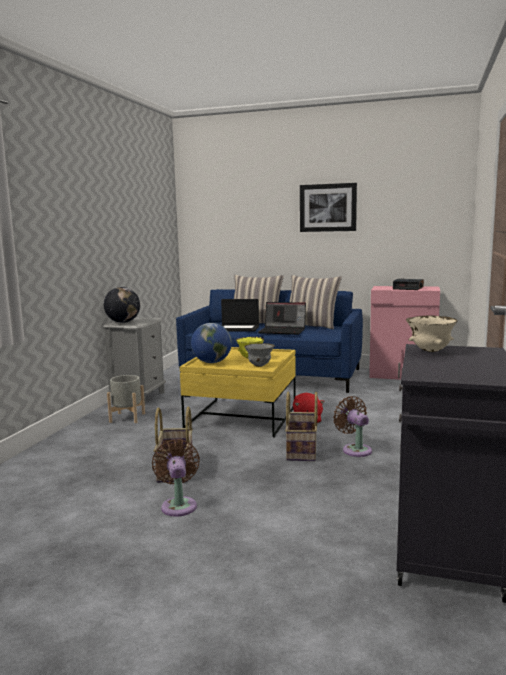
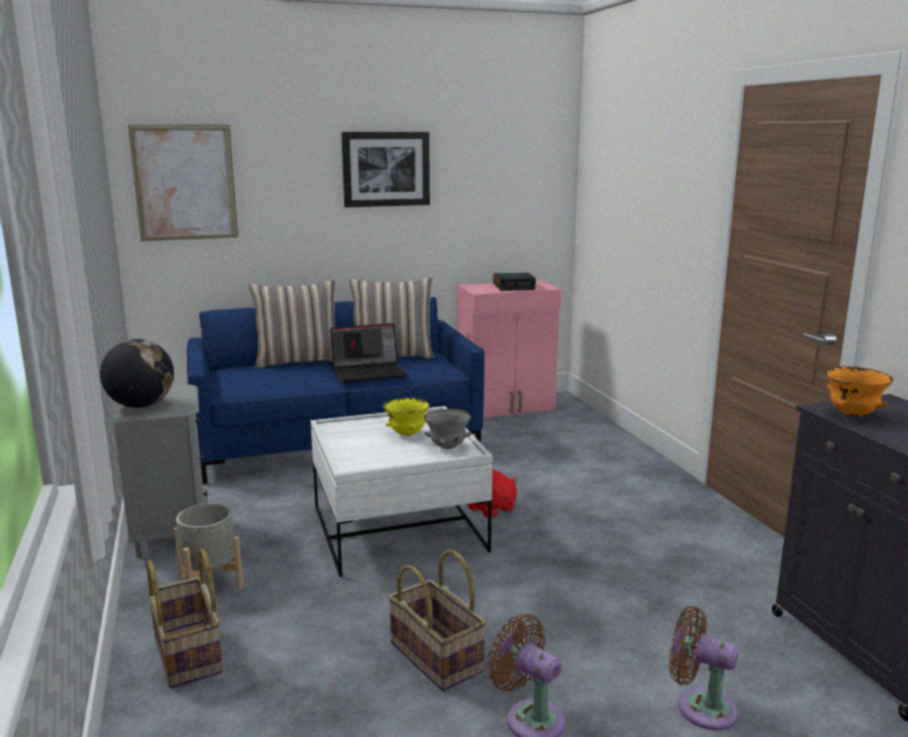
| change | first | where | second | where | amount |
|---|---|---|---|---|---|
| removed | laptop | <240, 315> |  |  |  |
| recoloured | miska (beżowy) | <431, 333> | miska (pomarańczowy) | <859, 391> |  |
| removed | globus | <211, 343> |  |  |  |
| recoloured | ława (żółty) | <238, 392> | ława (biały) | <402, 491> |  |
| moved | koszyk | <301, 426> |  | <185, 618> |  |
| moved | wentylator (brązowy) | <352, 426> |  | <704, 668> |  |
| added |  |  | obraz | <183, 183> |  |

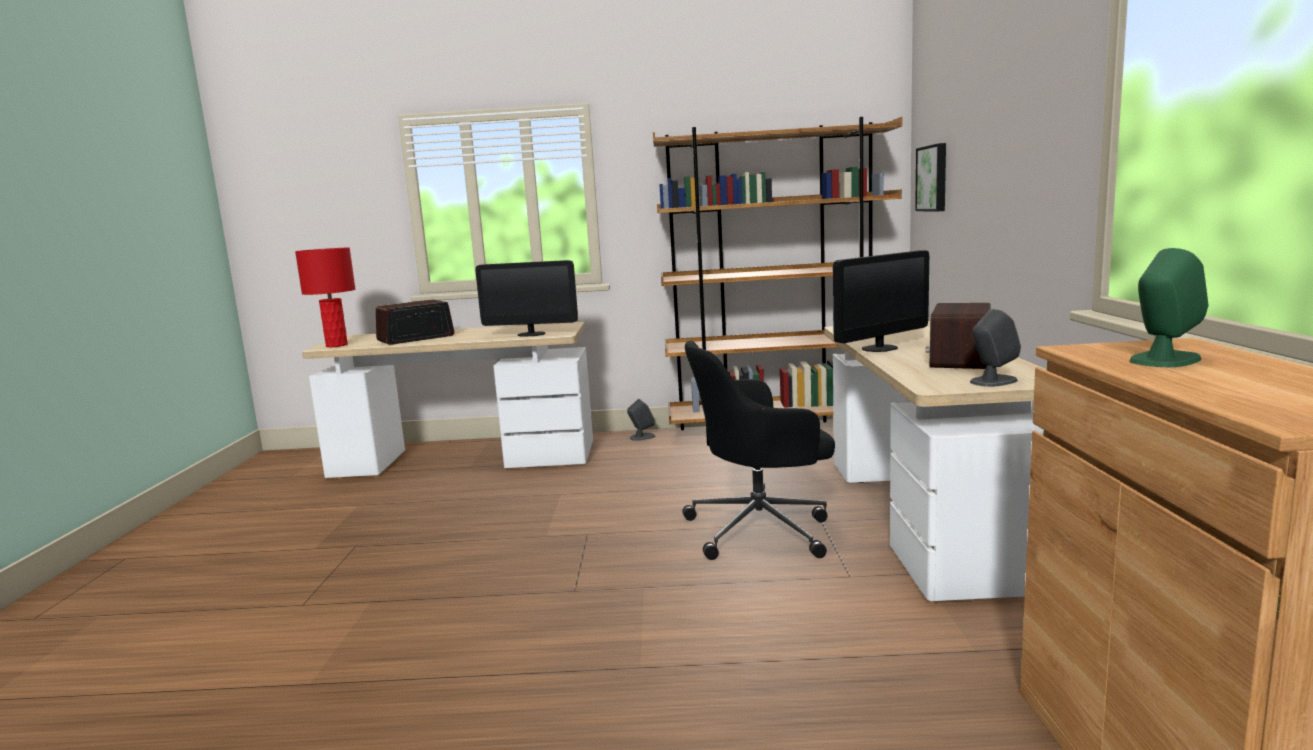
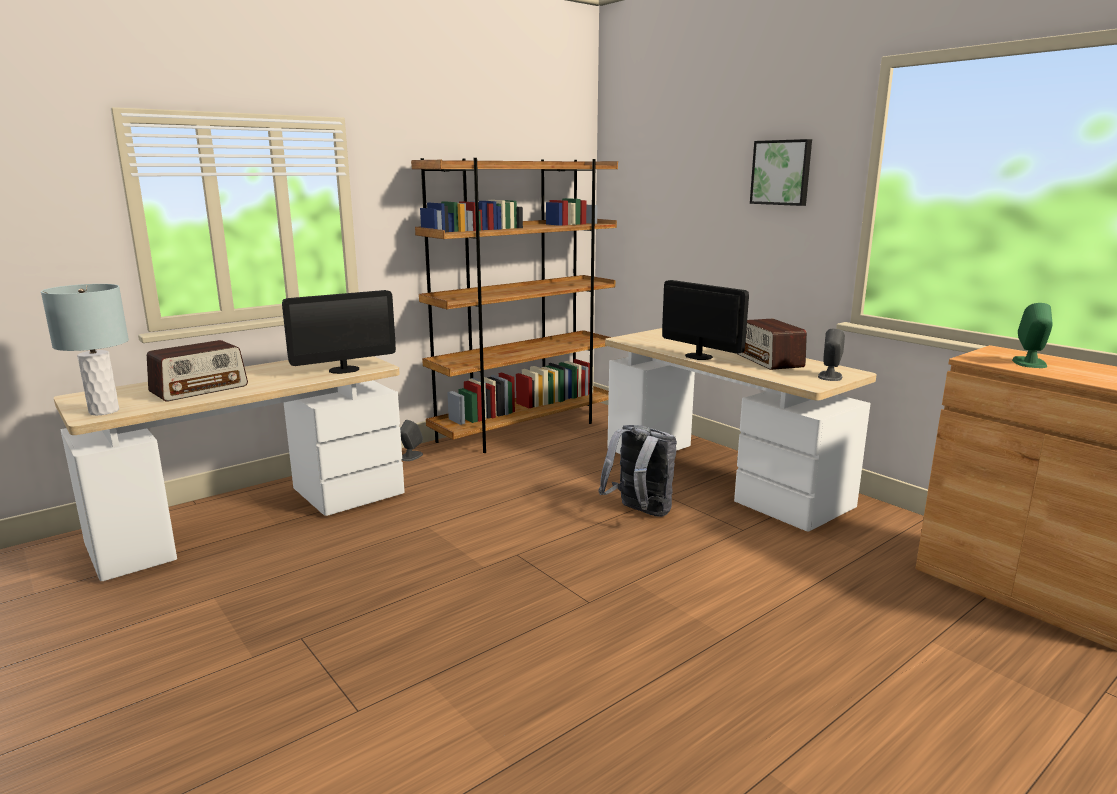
| change | first | where | second | where | amount |
|---|---|---|---|---|---|
| moved | obraz | <930, 177> |  | <781, 172> |  |
| recoloured | lampa stołowa (czerwony) | <325, 297> | lampa stołowa (szary) | <85, 349> |  |
| turned | monitor | <881, 301> |  | <705, 320> | 60 degrees counterclockwise |
| turned | radio | <415, 322> |  | <197, 371> | 150 degrees counterclockwise |
| replaced | krzesło biurowe (czarny) | <758, 450> | plecak (szary) | <637, 471> |  |

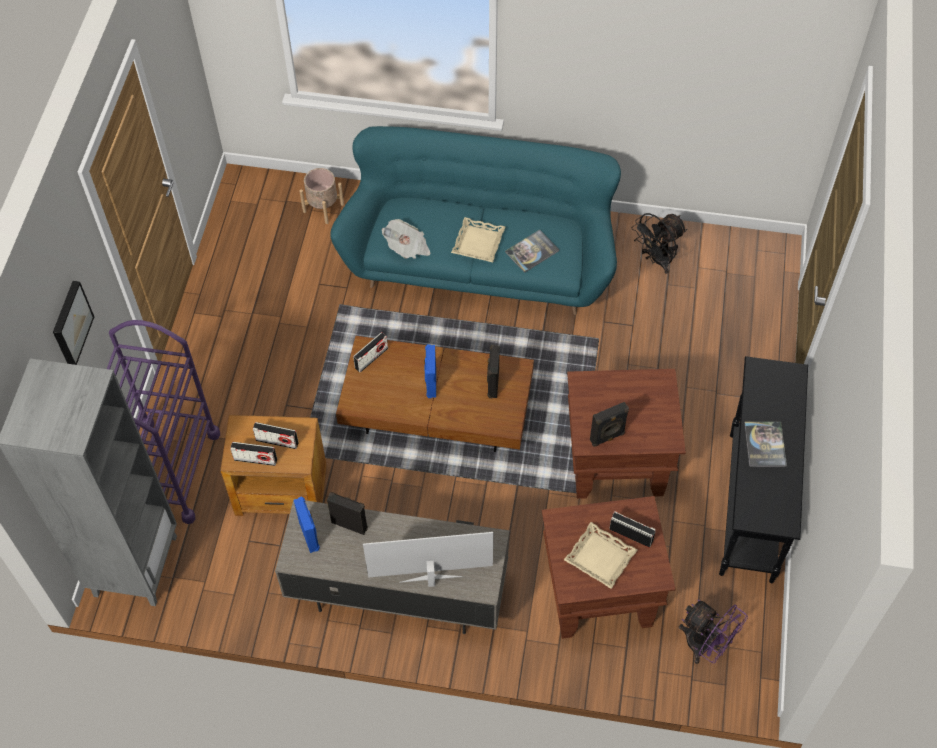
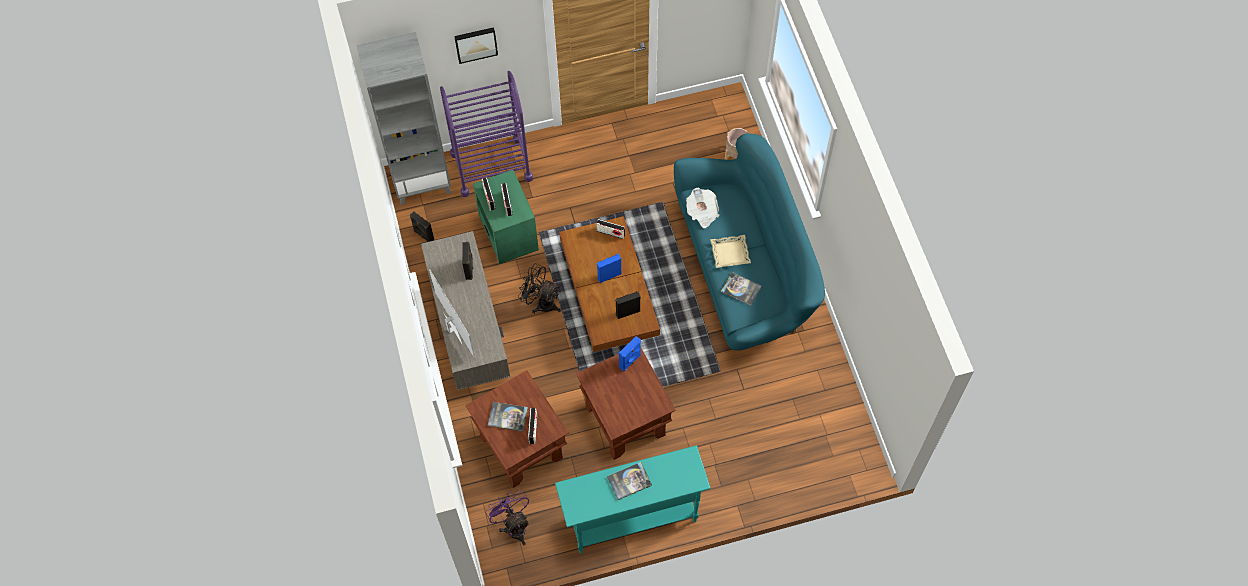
| change | first | where | second | where | amount |
|---|---|---|---|---|---|
| moved | wentylator (czarny) | <659, 243> |  | <539, 288> |  |
| recoloured | stolik konsolowy (czarny) | <763, 469> | stolik konsolowy (turkusowy) | <633, 499> |  |
| moved | głośnik (czarny) | <609, 424> |  | <422, 226> |  |
| recoloured | stolik (brązowy) | <273, 465> | stolik (zielony) | <506, 217> |  |
| moved | głośnik (niebieski) | <307, 524> |  | <630, 353> |  |
| replaced | taca (beżowy) | <600, 555> | książka | <508, 417> |  |
| turned | wentylator (fioletowy) | <713, 632> |  | <507, 517> | 135 degrees clockwise |

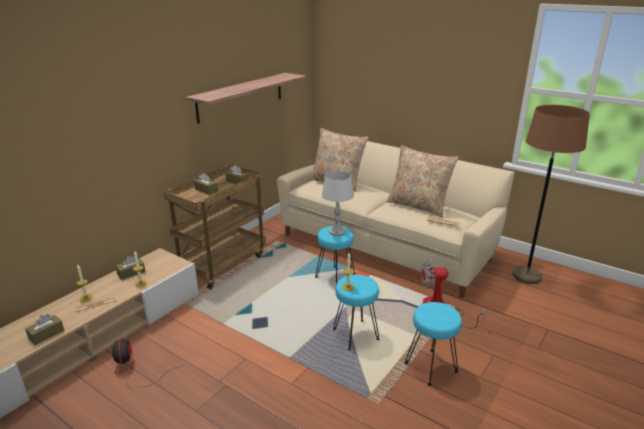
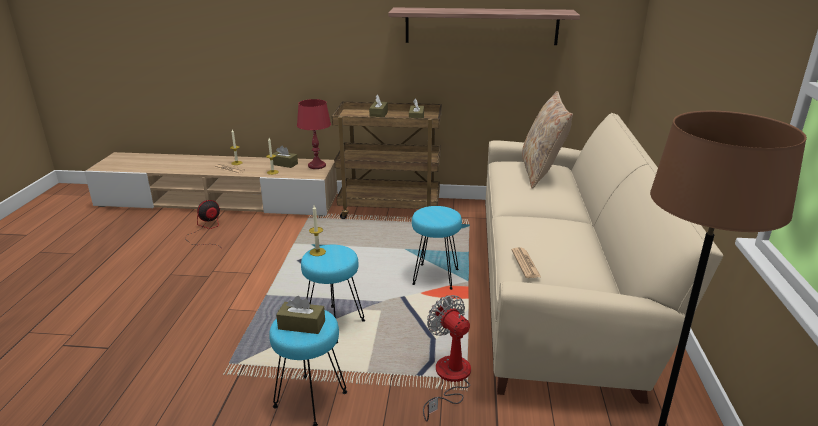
| change | first | where | second | where | amount |
|---|---|---|---|---|---|
| removed | poduszka (beżowy) | <423, 181> |  |  |  |
| removed | lampa stołowa (szary) | <338, 203> |  |  |  |
| moved | pudełko chusteczek (brązowy) | <44, 329> |  | <300, 315> |  |
| added |  |  | lampa stołowa (czerwony) | <314, 134> |  |

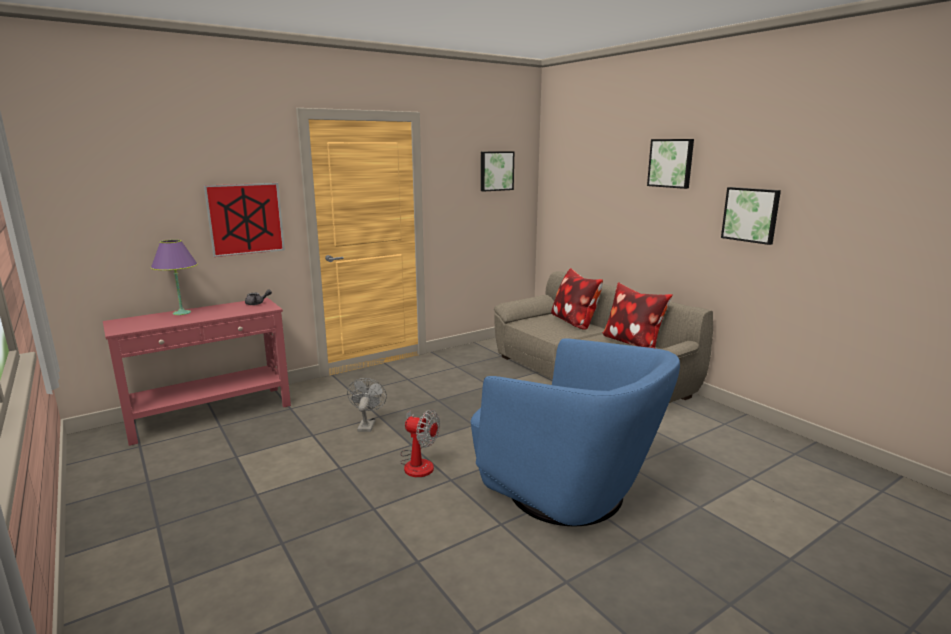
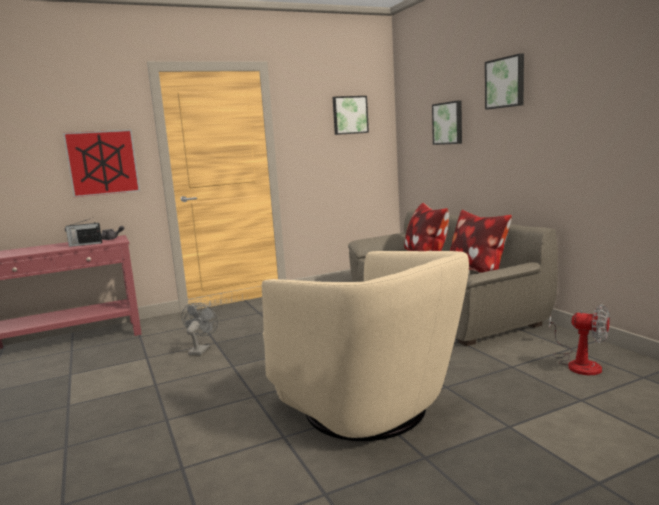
| change | first | where | second | where | amount |
|---|---|---|---|---|---|
| moved | obraz | <751, 216> |  | <447, 122> |  |
| removed | lampa stołowa (fioletowy) | <174, 277> |  |  |  |
| recoloured | fotel (niebieski) | <575, 432> | fotel (beżowy) | <365, 346> |  |
| moved | wentylator | <420, 443> |  | <579, 339> |  |
| added |  |  | radio | <83, 233> |  |

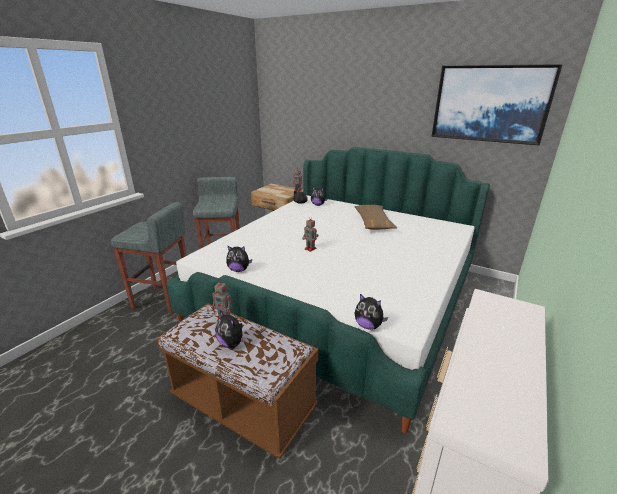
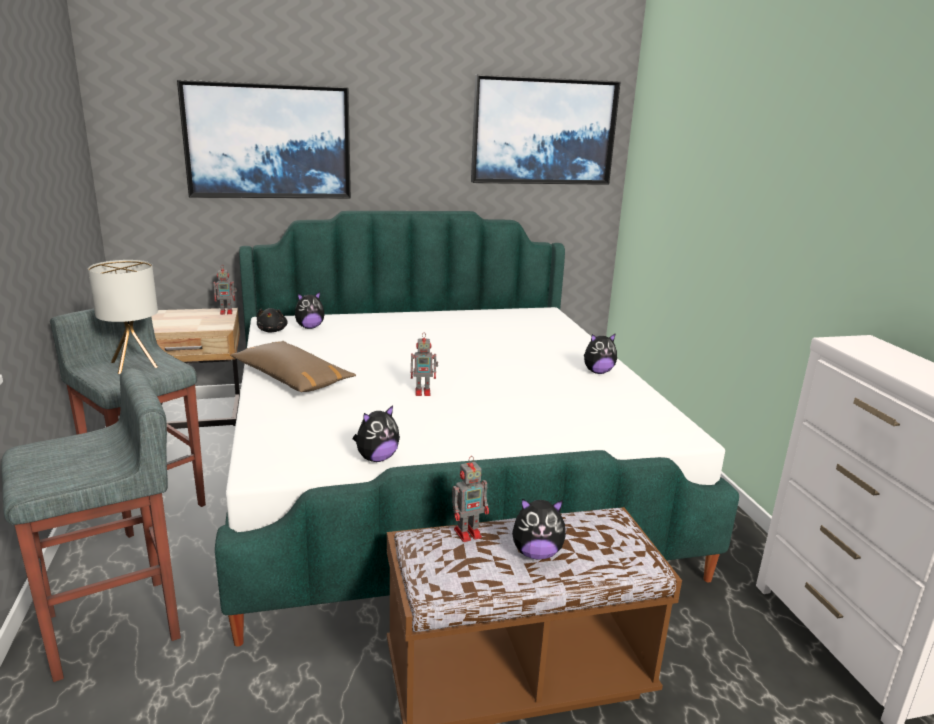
| change | first | where | second | where | amount |
|---|---|---|---|---|---|
| moved | poduszka (brązowy) | <375, 217> |  | <293, 366> |  |
| moved | pluszak | <371, 312> |  | <600, 353> |  |
| added |  |  | obraz | <264, 139> |  |
| added |  |  | lampa stołowa | <123, 317> |  |

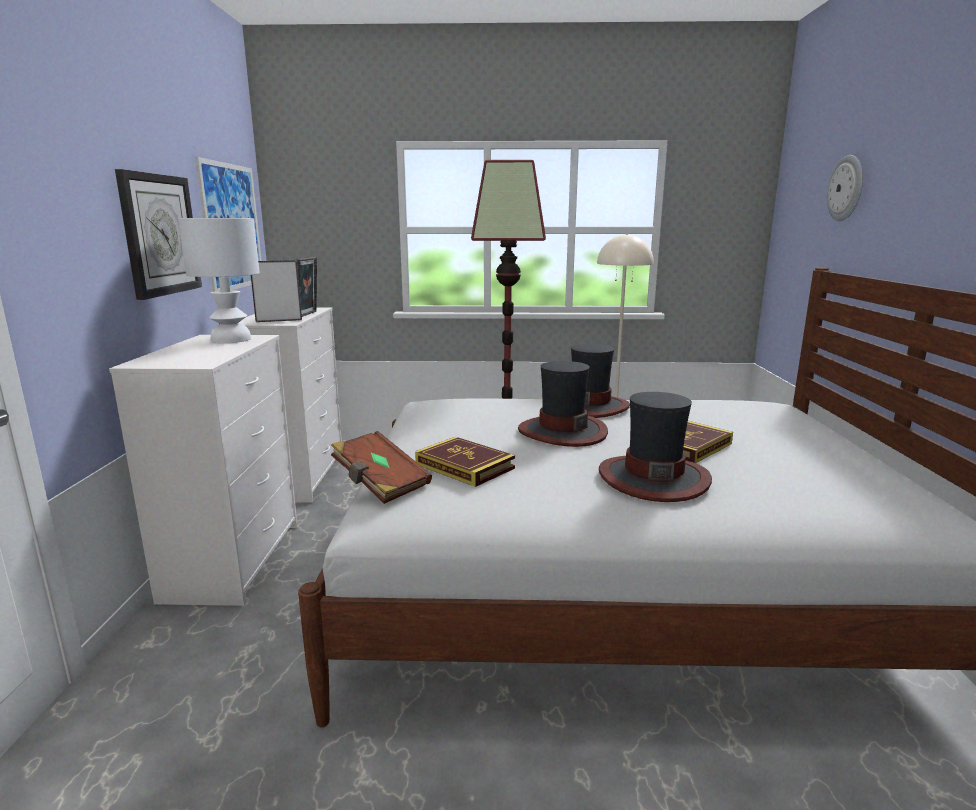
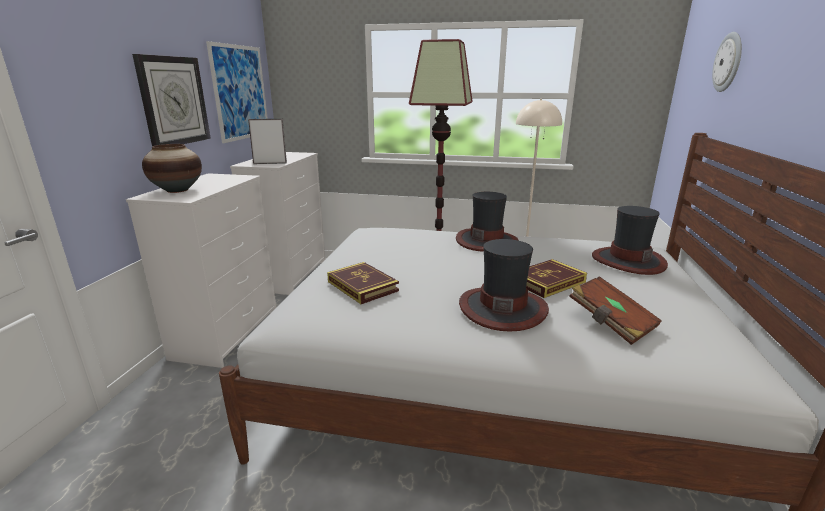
| change | first | where | second | where | amount |
|---|---|---|---|---|---|
| removed | lampa stołowa (biały) | <219, 280> |  |  |  |
| removed | ramka na zdjęcie | <307, 287> |  |  |  |
| moved | kapelusz | <563, 404> |  | <630, 240> |  |
| moved | książka (brązowy) | <381, 467> |  | <615, 310> |  |
| added |  |  | wazon | <172, 168> |  |

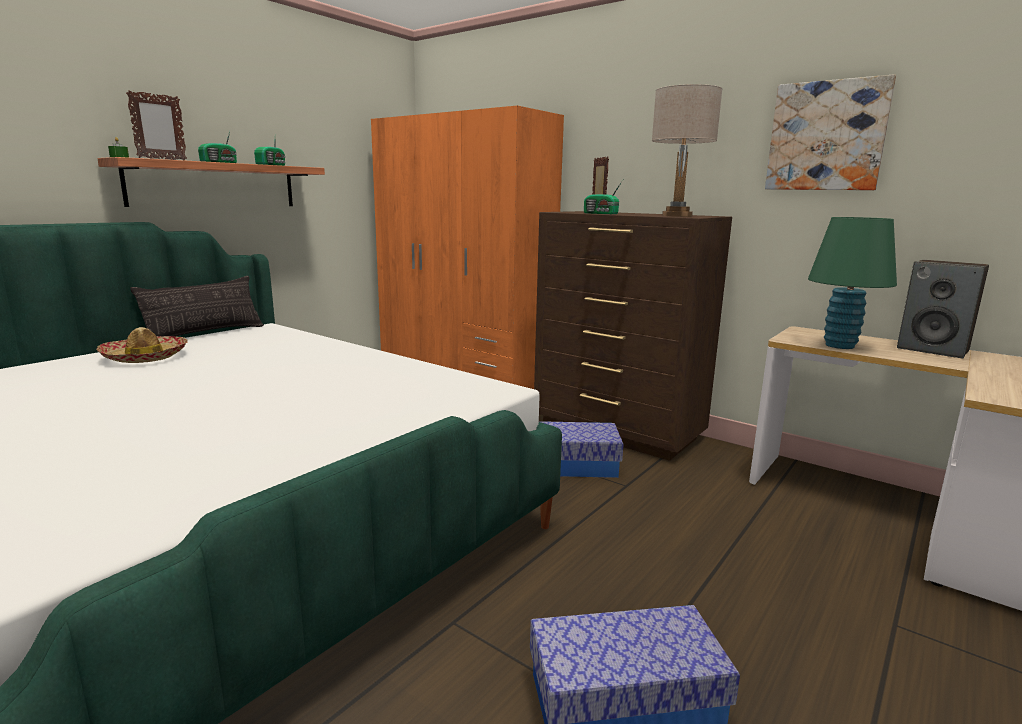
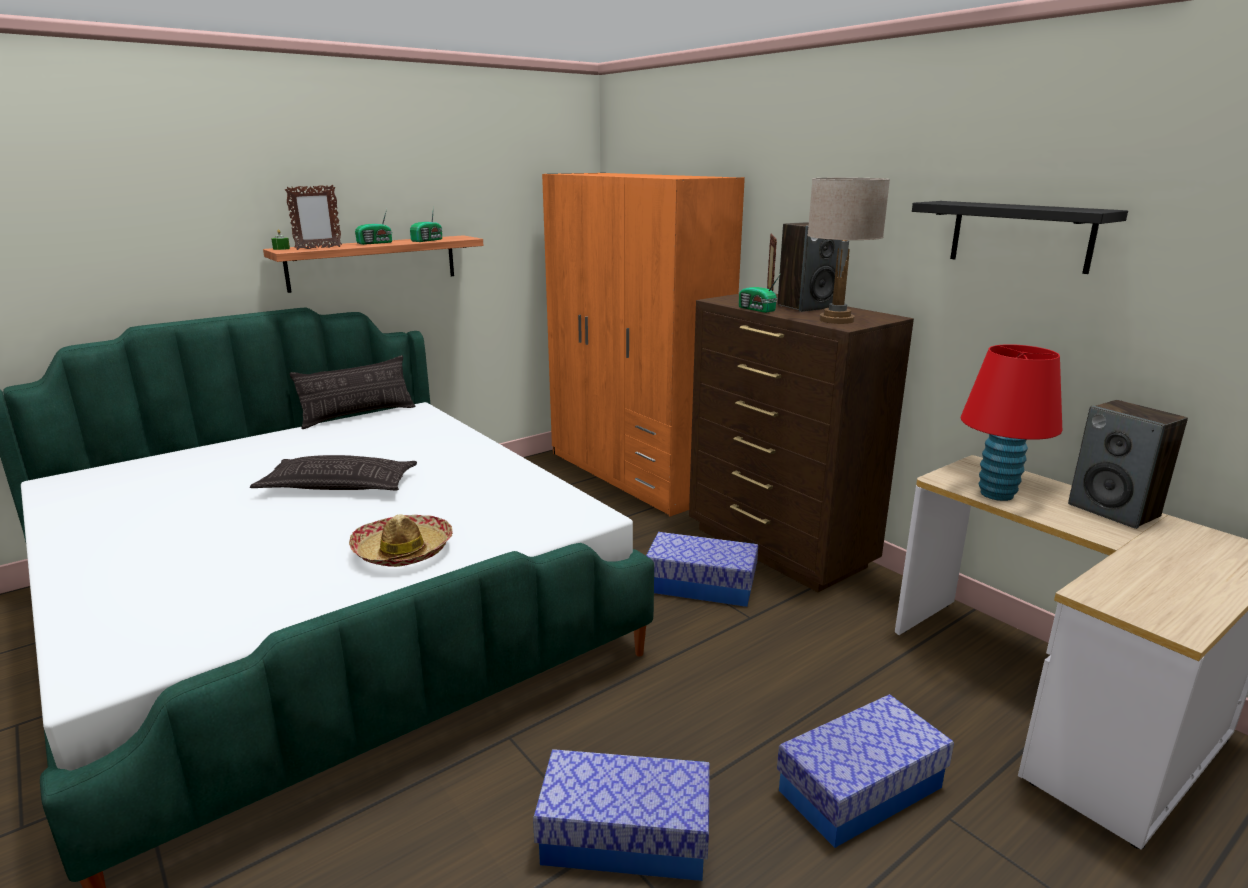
| change | first | where | second | where | amount |
|---|---|---|---|---|---|
| replaced | obraz | <830, 132> | półka (czarny) | <1020, 237> |  |
| recoloured | lampa stołowa (zielony) | <852, 283> | lampa stołowa (czerwony) | <1011, 422> |  |
| moved | kapelusz | <142, 345> |  | <401, 540> |  |
| added |  |  | głośnik | <809, 267> |  |
| added |  |  | poduszka | <333, 473> |  |
| added |  |  | pojemnik do przechowywania | <865, 771> |  |

